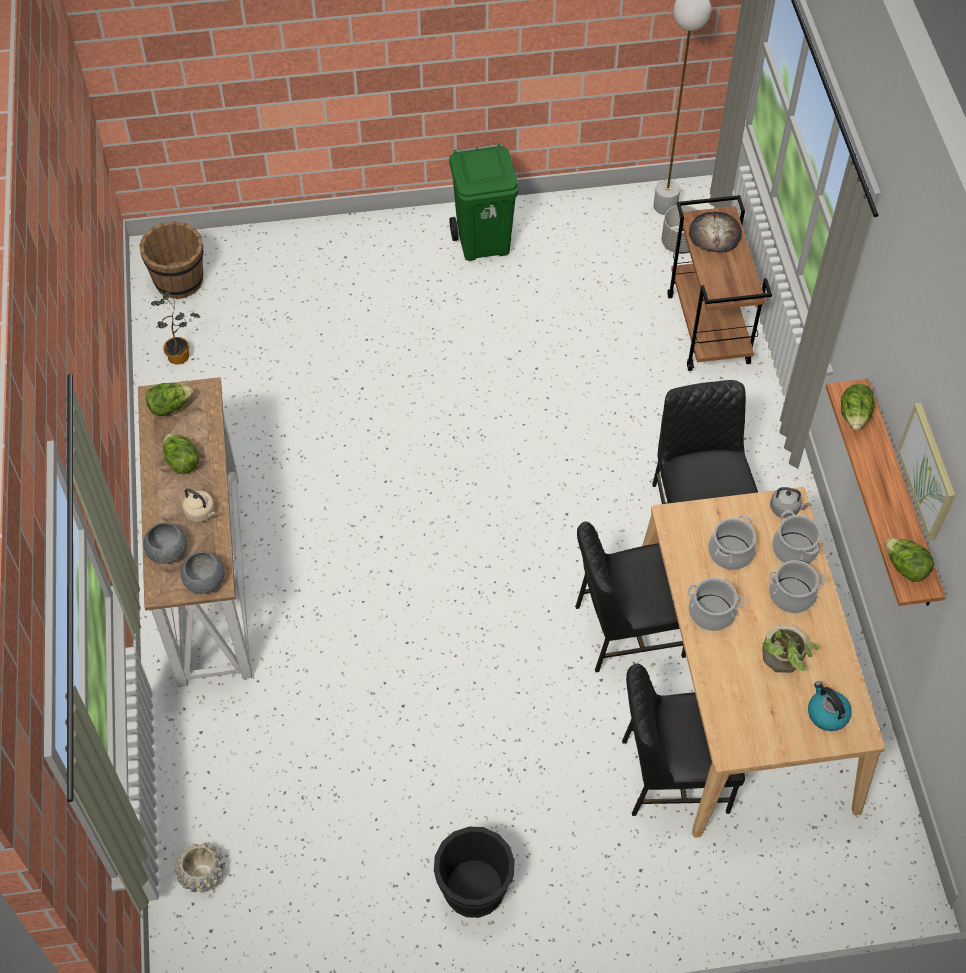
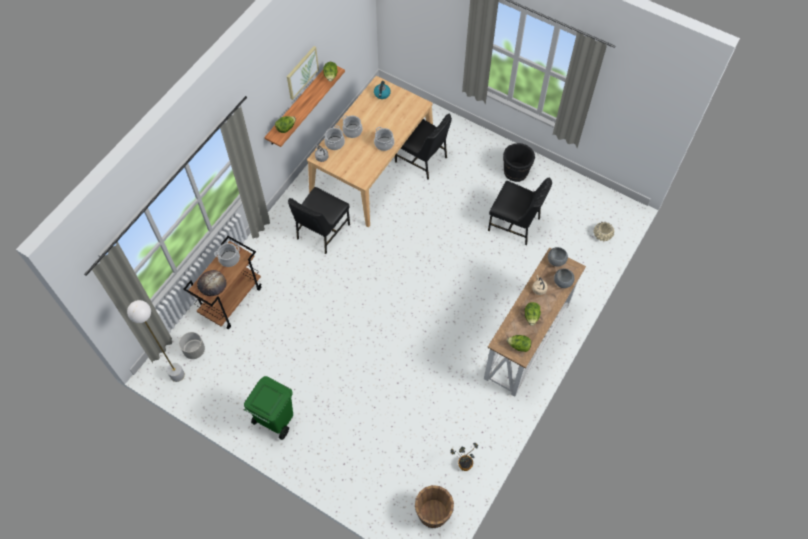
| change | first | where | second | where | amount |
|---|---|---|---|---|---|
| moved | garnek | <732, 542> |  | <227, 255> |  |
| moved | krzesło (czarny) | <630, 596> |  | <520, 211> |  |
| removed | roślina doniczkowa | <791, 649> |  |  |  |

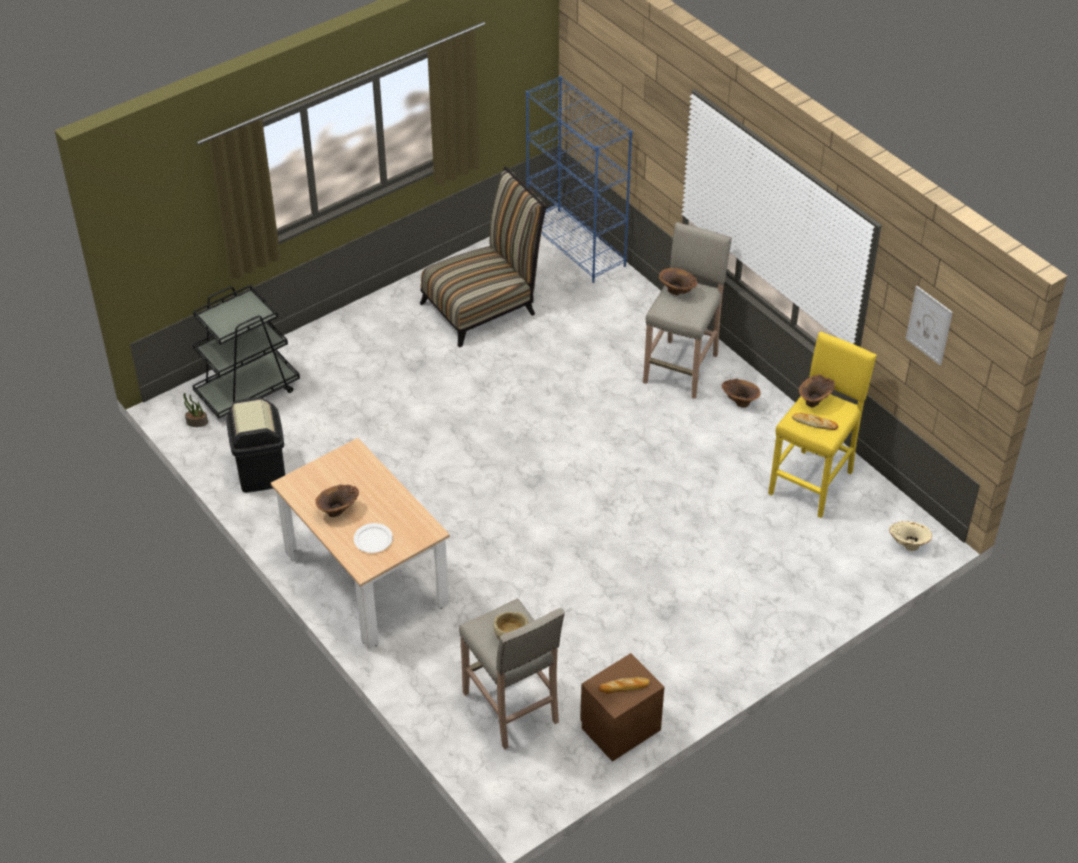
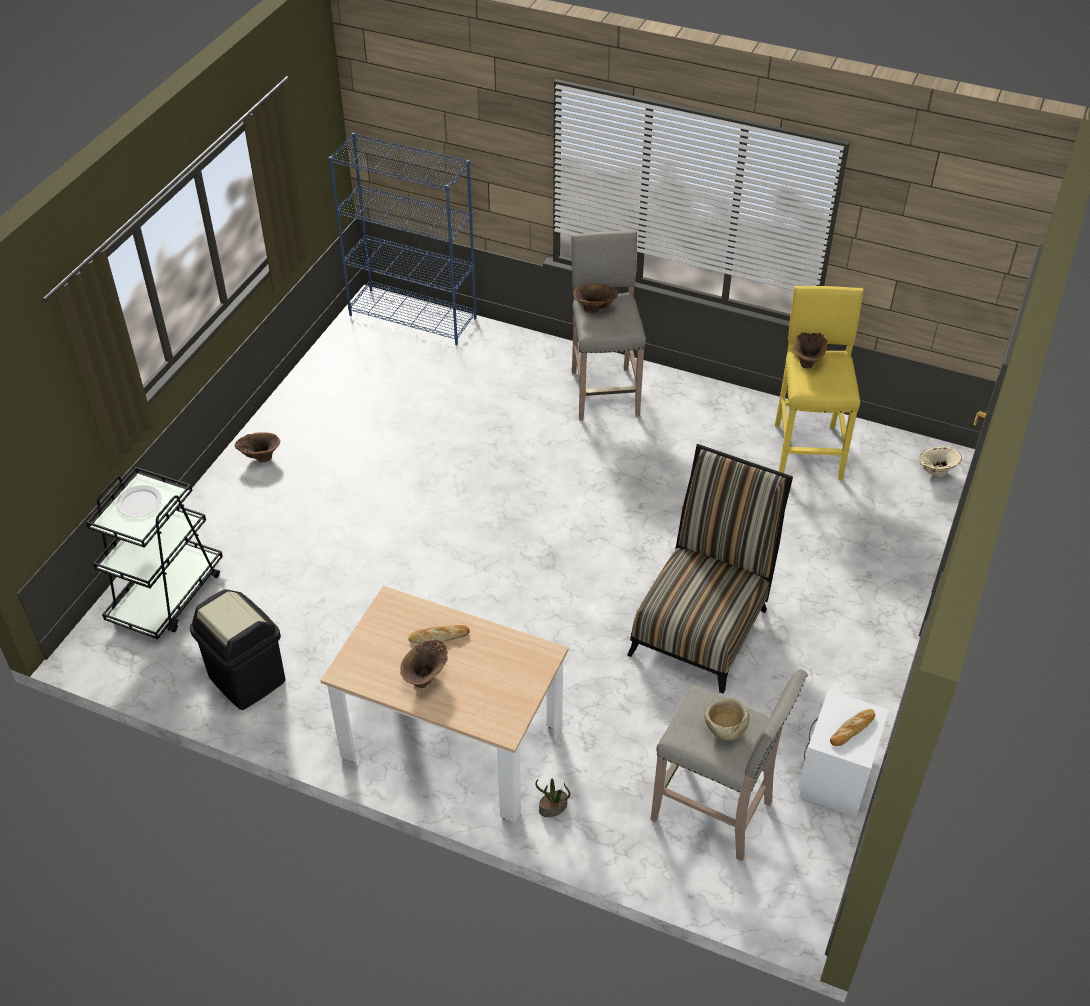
| change | first | where | second | where | amount |
|---|---|---|---|---|---|
| moved | krzesło | <483, 257> |  | <710, 569> |  |
| removed | obraz | <929, 325> |  |  |  |
| moved | wazon (brązowy) | <741, 393> |  | <257, 447> |  |
| moved | roślina doniczkowa | <196, 410> |  | <553, 797> |  |
| moved | chleb | <815, 421> |  | <439, 634> |  |
| moved | talerz (biały) | <373, 538> |  | <139, 501> |  |
| recoloured | szafka nocna (brązowy) | <622, 707> | szafka nocna (biały) | <843, 753> |  |

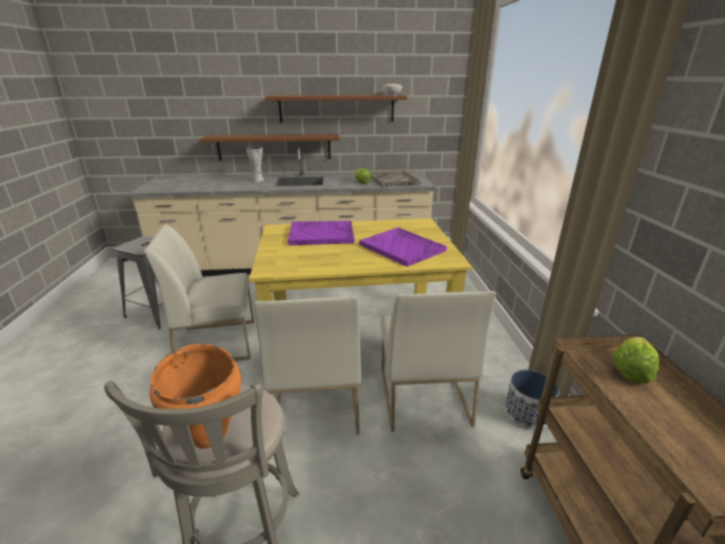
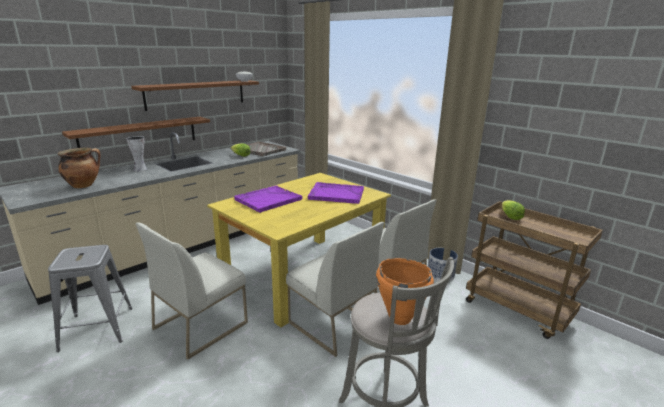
| change | first | where | second | where | amount |
|---|---|---|---|---|---|
| added |  |  | garnek | <79, 168> |  |

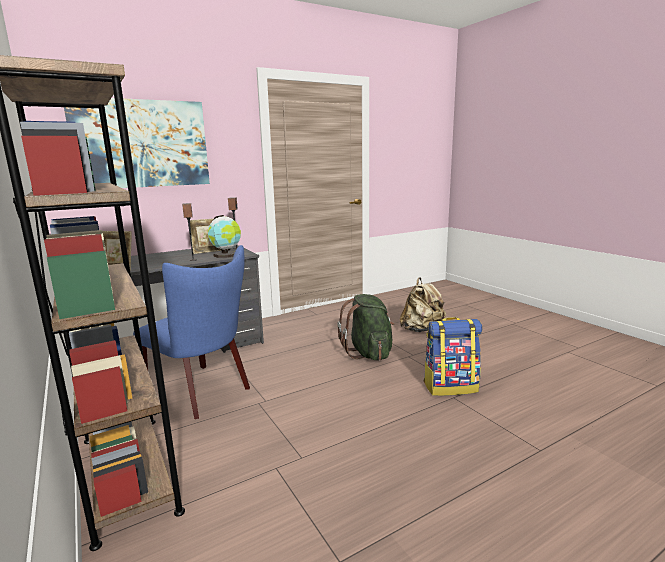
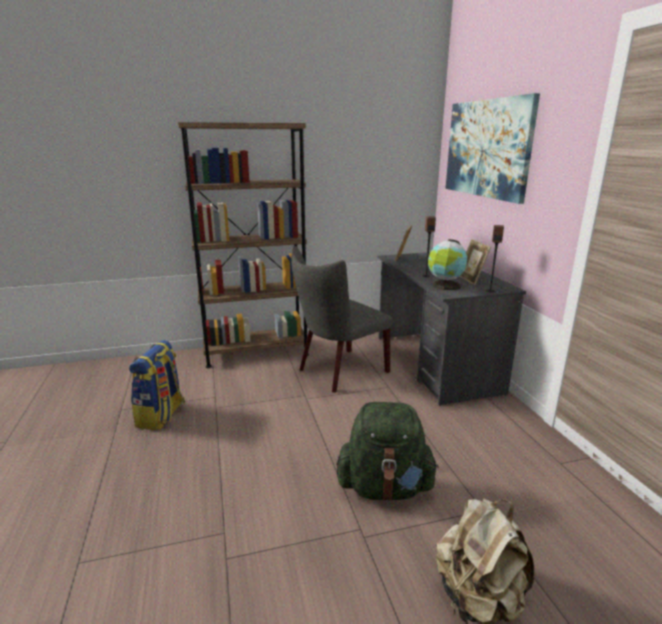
| change | first | where | second | where | amount |
|---|---|---|---|---|---|
| recoloured | krzesło (niebieski) | <191, 332> | krzesło (szary) | <342, 319> |  |
| moved | plecak | <452, 356> |  | <157, 385> |  |

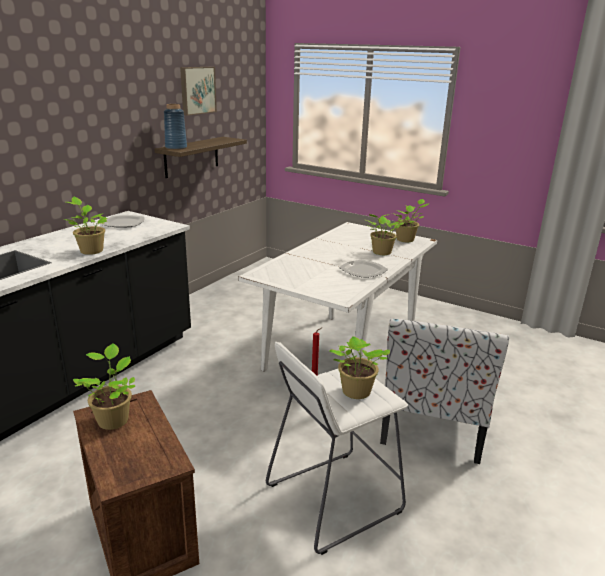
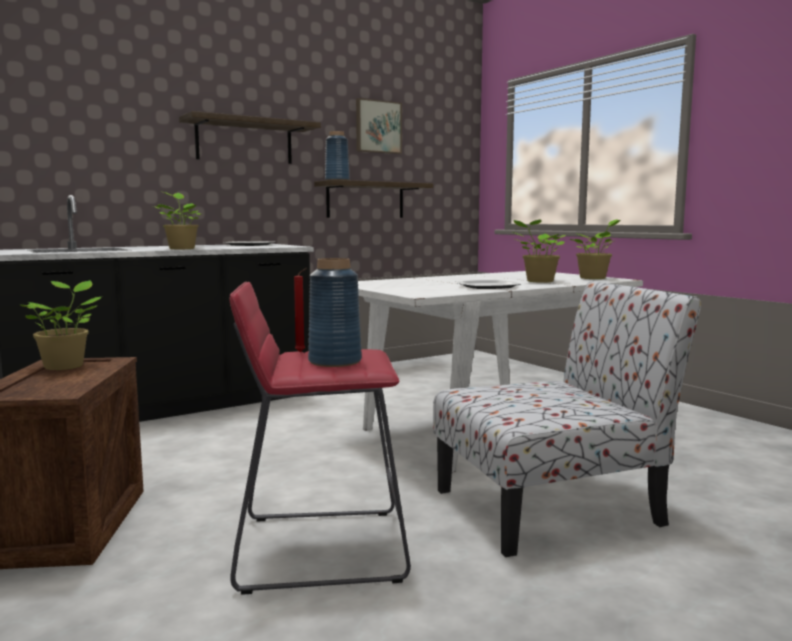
| change | first | where | second | where | amount |
|---|---|---|---|---|---|
| turned | krzesło | <444, 391> |  | <567, 419> | 150 degrees counterclockwise |
| replaced | roślina doniczkowa | <359, 367> | wazon (niebieski) | <335, 312> |  |
| recoloured | stołek (biały) | <337, 448> | stołek (czerwony) | <320, 438> |  |
| added |  |  | półka | <250, 137> |  |

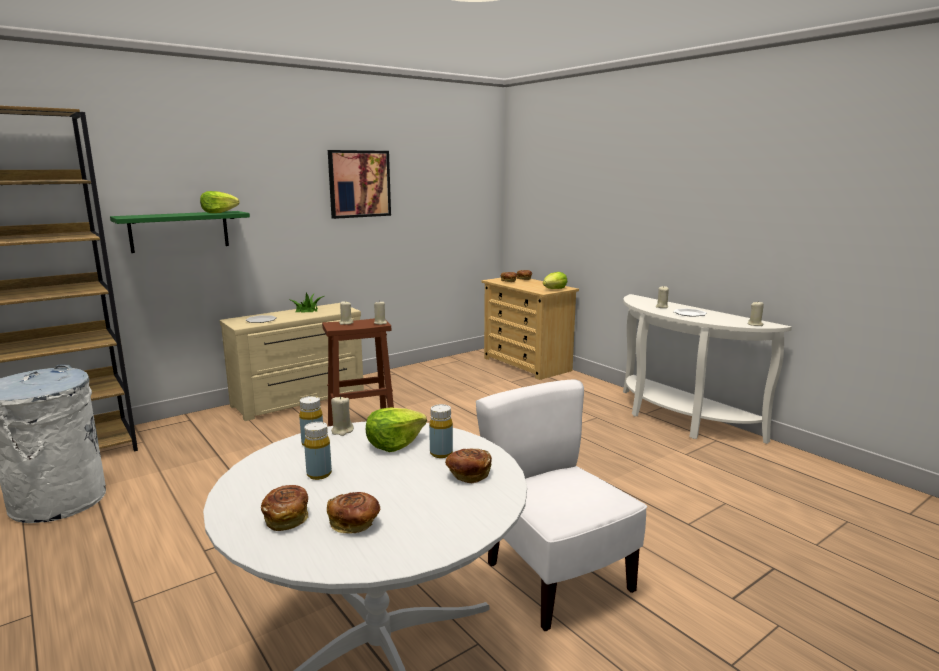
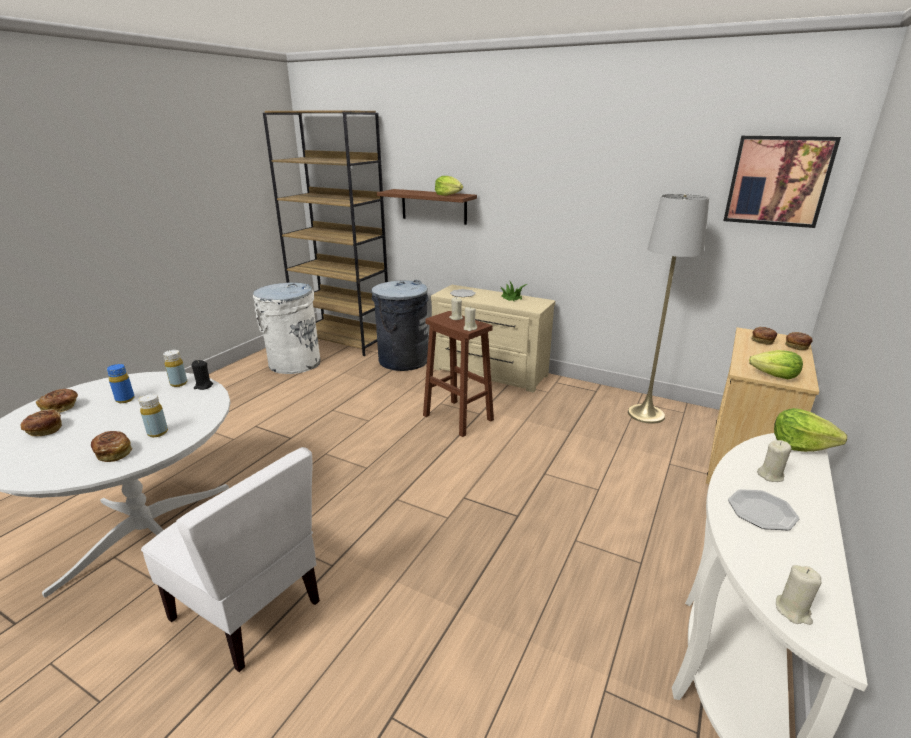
| change | first | where | second | where | amount |
|---|---|---|---|---|---|
| moved | obraz | <359, 184> |  | <782, 181> |  |
| recoloured | półka (zielony) | <180, 232> | półka (brązowy) | <427, 207> |  |
| turned | krzesło (biały) | <561, 505> |  | <230, 559> | 90 degrees clockwise |
| recoloured | świeca (beżowy) | <342, 416> | świeca (czarny) | <202, 375> |  |
| moved | sałata | <396, 430> |  | <810, 430> |  |
| recoloured | butelka (żółty) | <318, 451> | butelka (niebieski) | <121, 383> |  |
| added |  |  | lampa stojąca (szary) | <668, 309> |  |
| added |  |  | kosz na śmieci (szary) | <399, 325> |  |

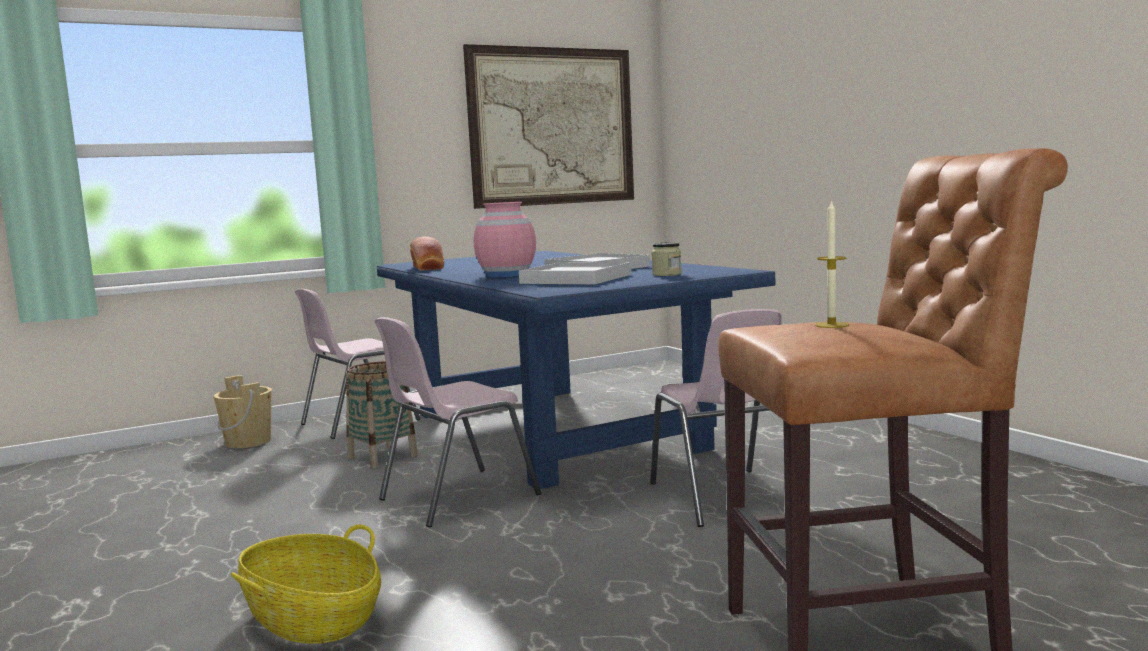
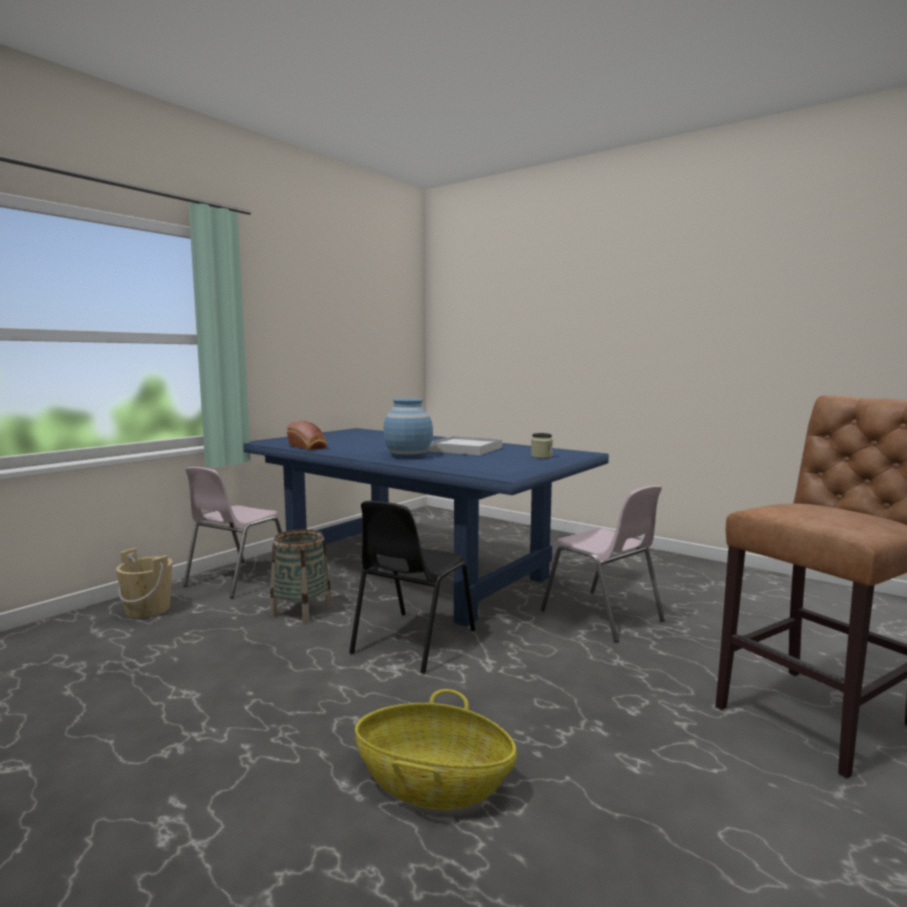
| change | first | where | second | where | amount |
|---|---|---|---|---|---|
| removed | obraz | <548, 126> |  |  |  |
| removed | świeca | <832, 264> |  |  |  |
| recoloured | wazon (różowy) | <505, 239> | wazon (niebieski) | <408, 428> |  |
| removed | taca (biały) | <575, 273> |  |  |  |
| recoloured | krzesło (różowy) | <458, 422> | krzesło (czarny) | <412, 587> |  |

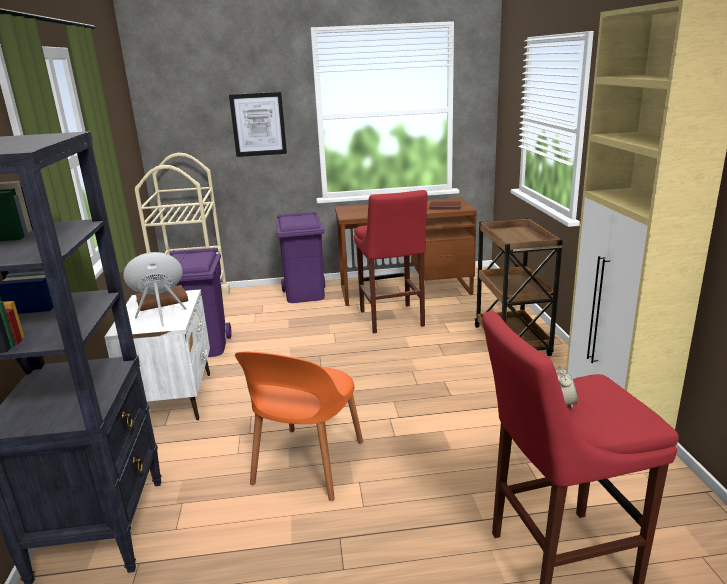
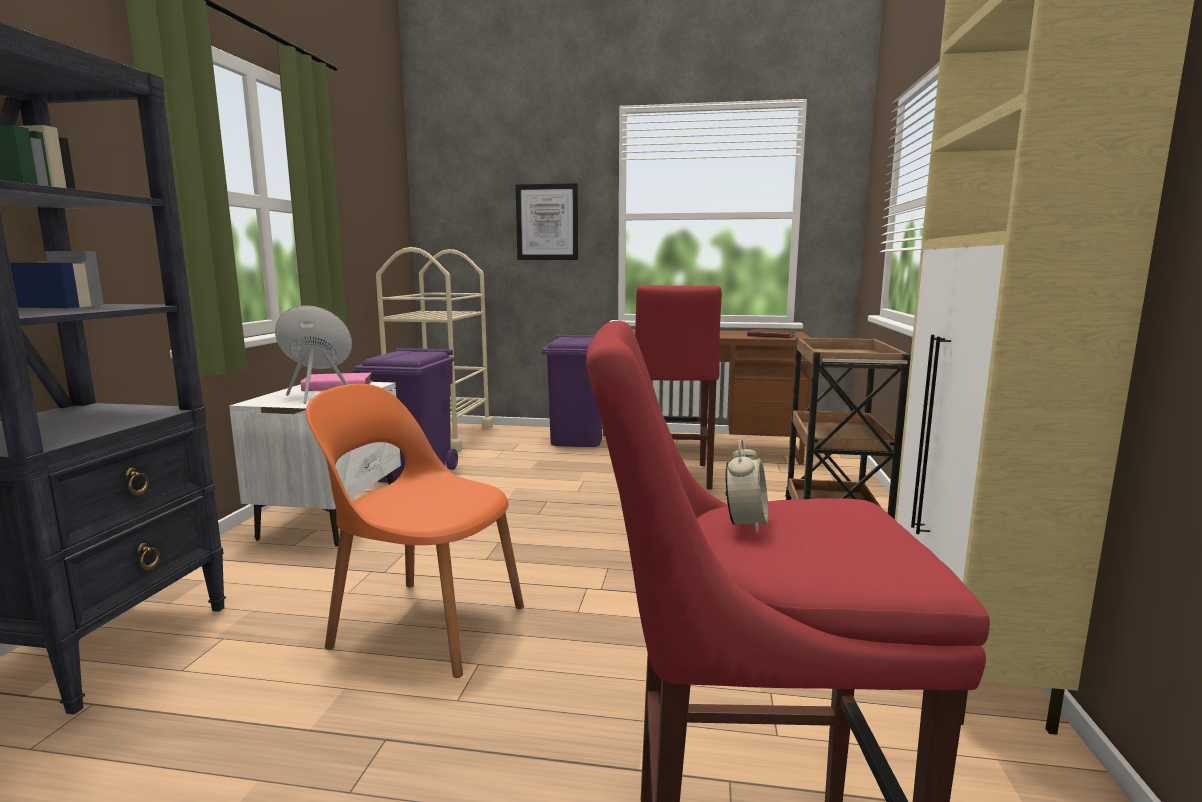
| change | first | where | second | where | amount |
|---|---|---|---|---|---|
| recoloured | książka (brązowy) | <161, 298> | książka (różowy) | <336, 382> |  |
| turned | krzesło (pomarańczowy) | <299, 426> |  | <415, 531> | 75 degrees clockwise |

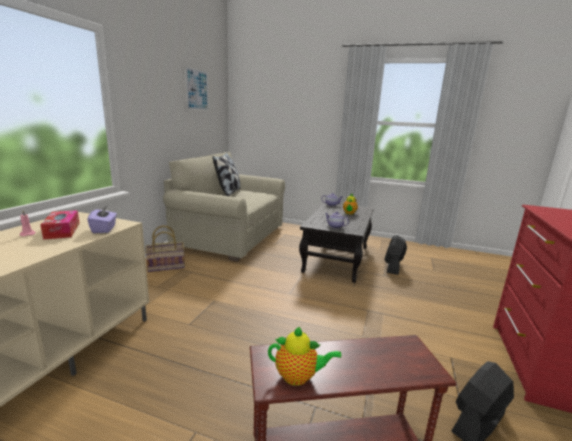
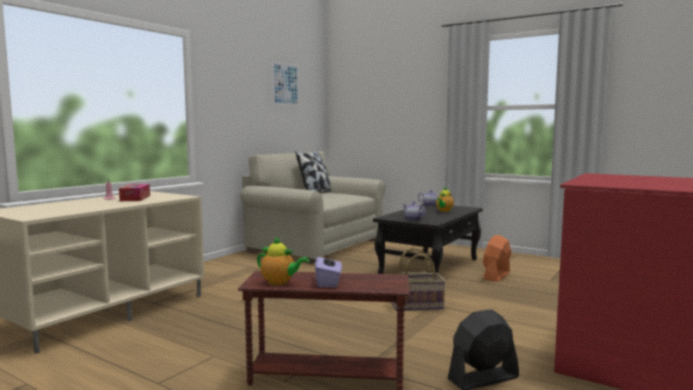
| change | first | where | second | where | amount |
|---|---|---|---|---|---|
| moved | pudełko chusteczek (fioletowy) | <102, 218> |  | <328, 270> |  |
| moved | koszyk | <165, 249> |  | <418, 279> |  |
| recoloured | wentylator (czarny) | <395, 255> | wentylator (pomarańczowy) | <497, 258> |  |

